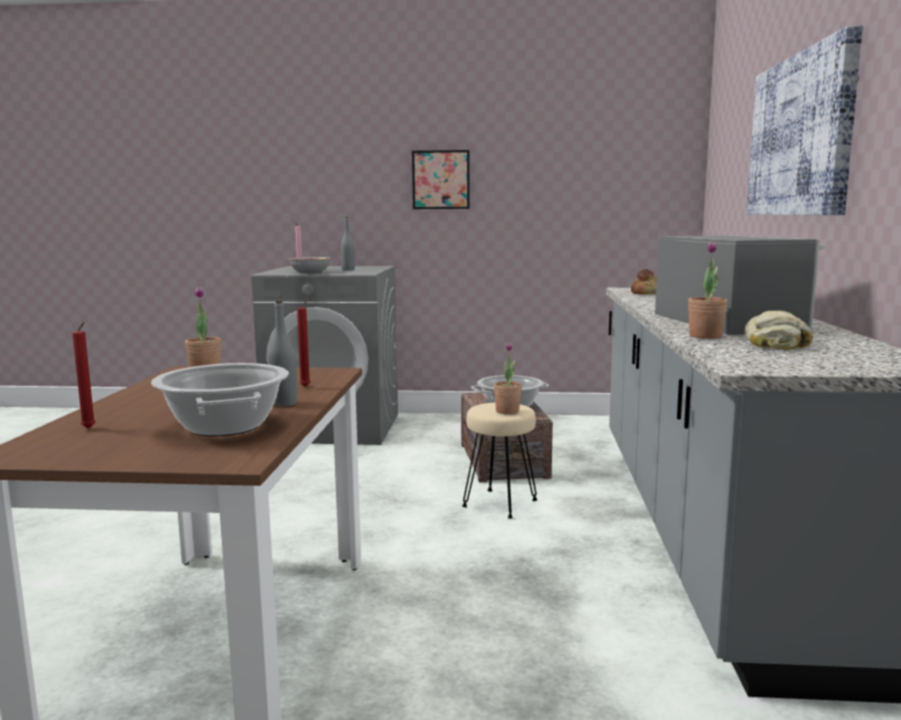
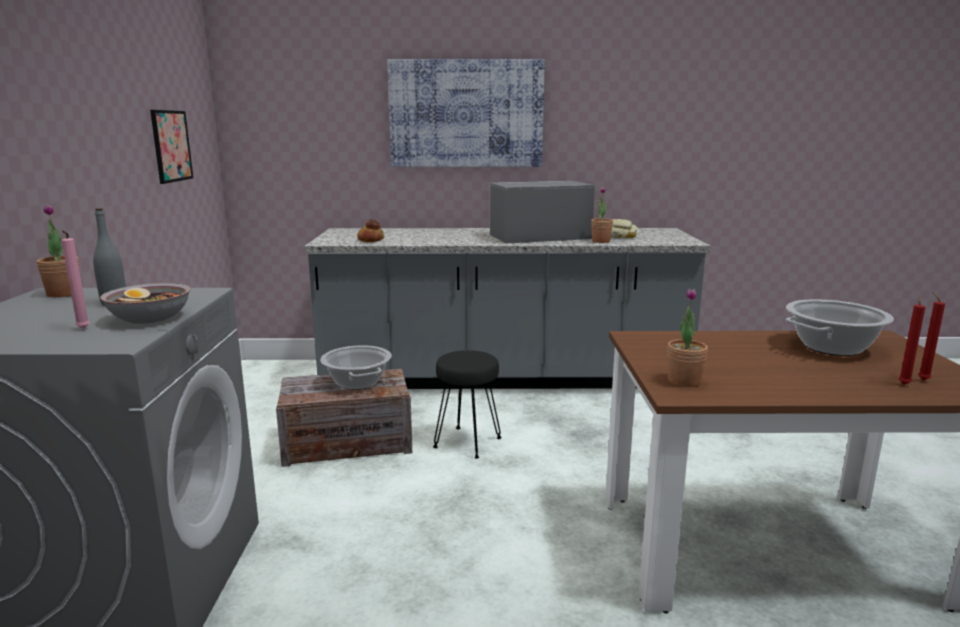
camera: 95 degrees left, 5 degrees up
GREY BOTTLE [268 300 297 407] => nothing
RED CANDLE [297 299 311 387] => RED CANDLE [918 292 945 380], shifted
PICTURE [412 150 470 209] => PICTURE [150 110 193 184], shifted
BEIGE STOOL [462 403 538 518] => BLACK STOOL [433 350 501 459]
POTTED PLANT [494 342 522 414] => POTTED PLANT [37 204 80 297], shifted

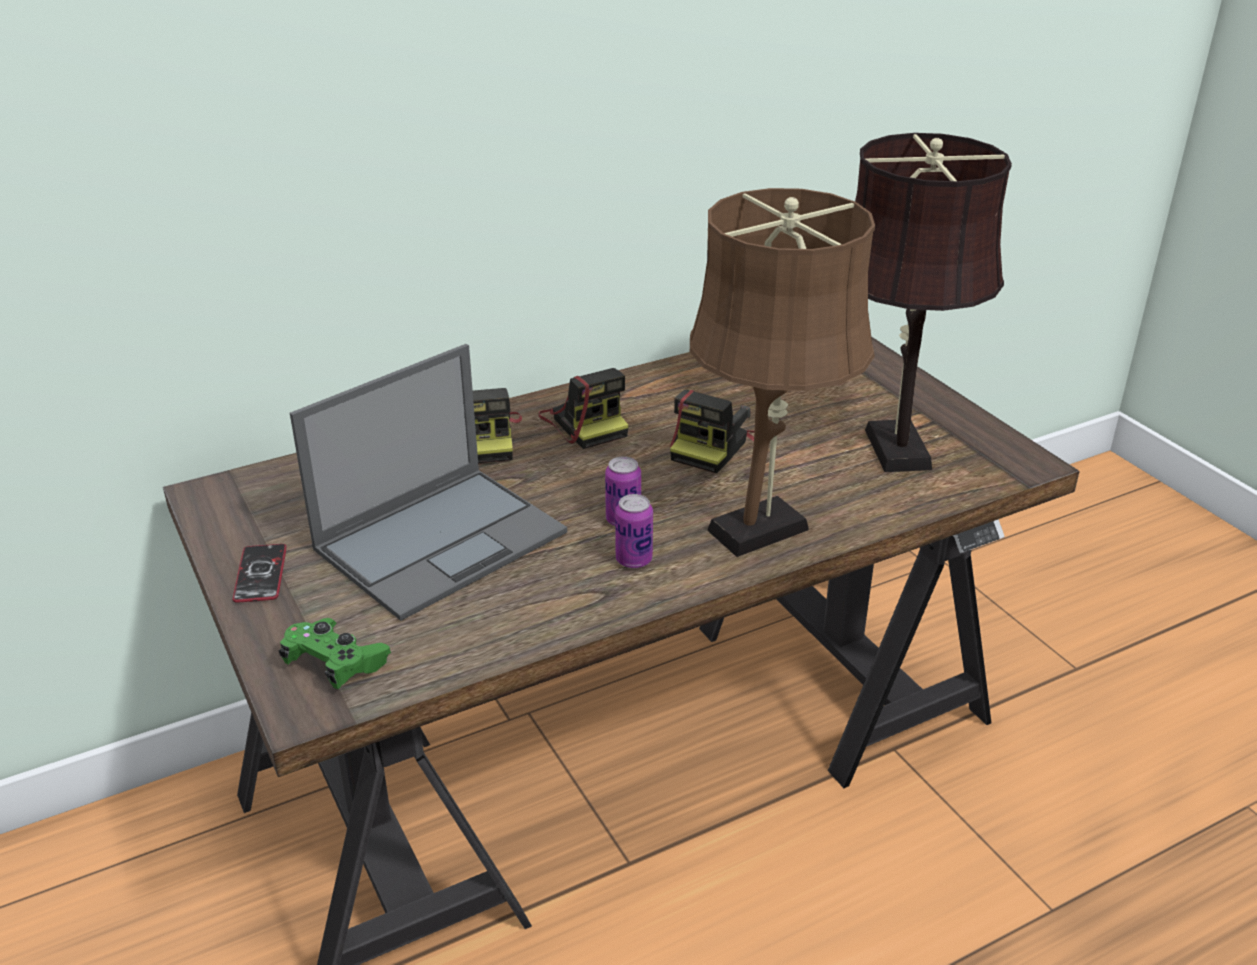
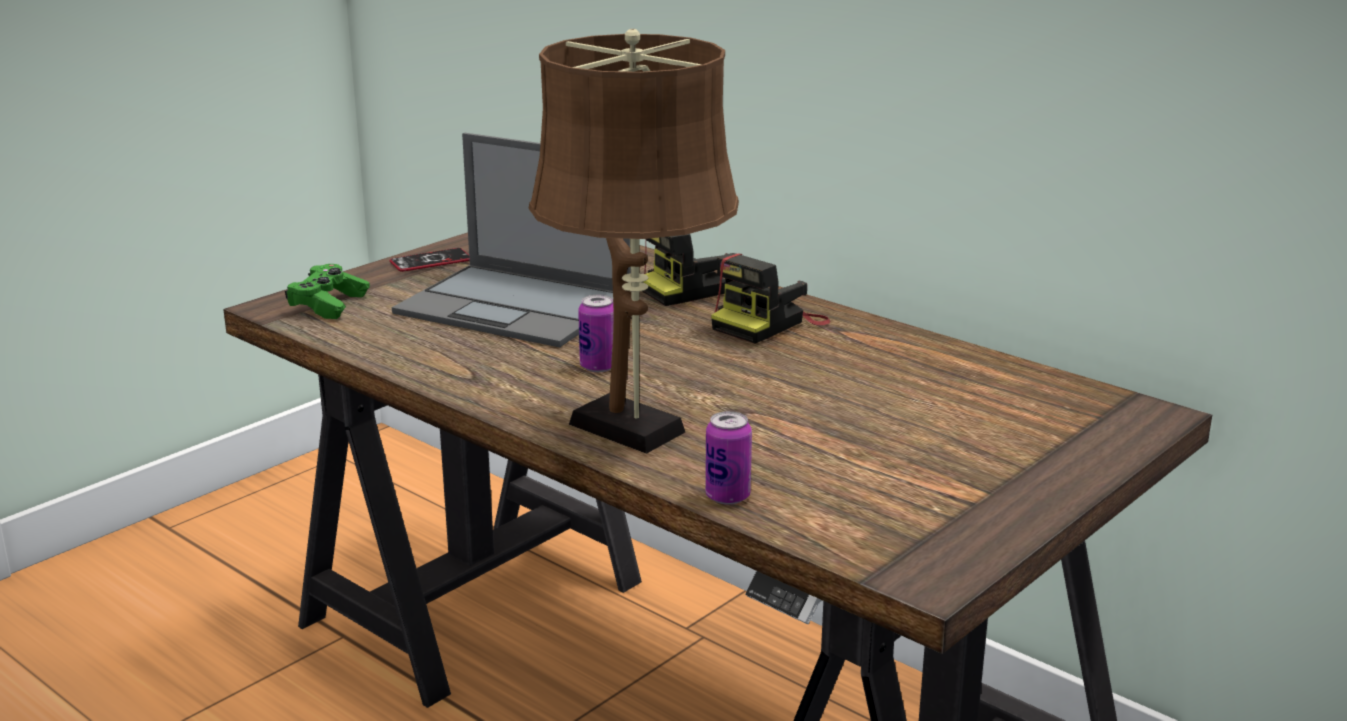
camera: 70 degrees right, 10 degrees down
CAN [615 494 653 568] => CAN [705 411 752 505], shifted
PHOTO CAMERA [670 390 755 473] => nothing
BROWN TABLE LAMP [855 133 1012 472] => nothing

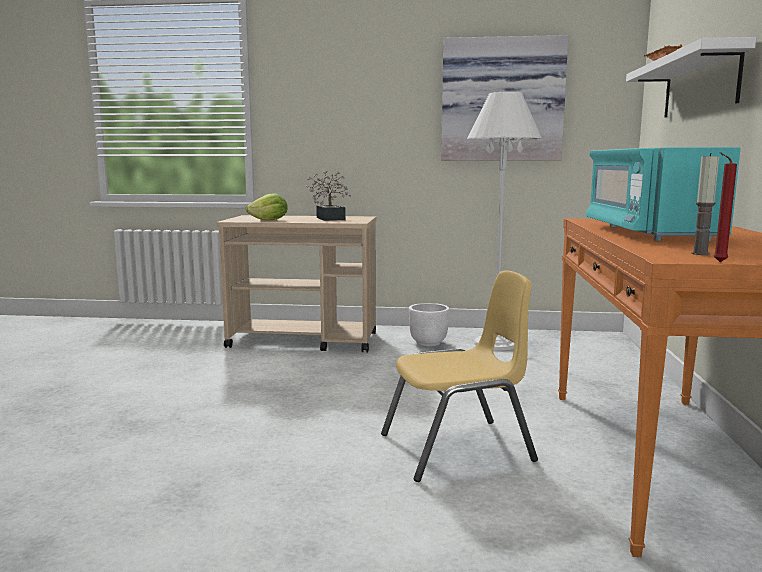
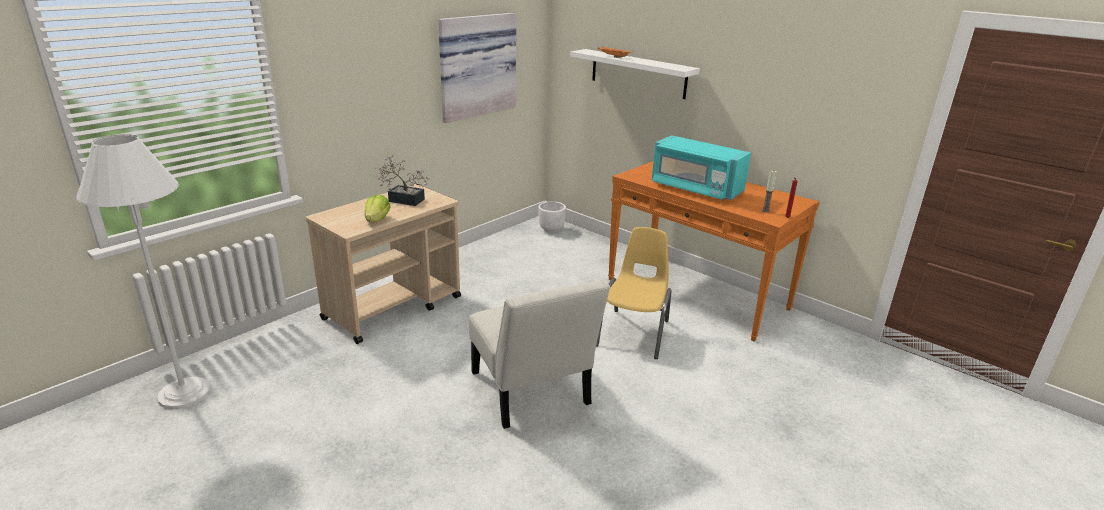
camera: 55 degrees left, 15 degrees up
WHITE PLANTER [409 303 449 346] => WHITE PLANTER [538 201 566 233], shifted
WHITE FLOOR LAMP [467 92 542 350] => WHITE FLOOR LAMP [76 134 211 409], shifted
nothing => WHITE CHAIR [469 279 610 429]

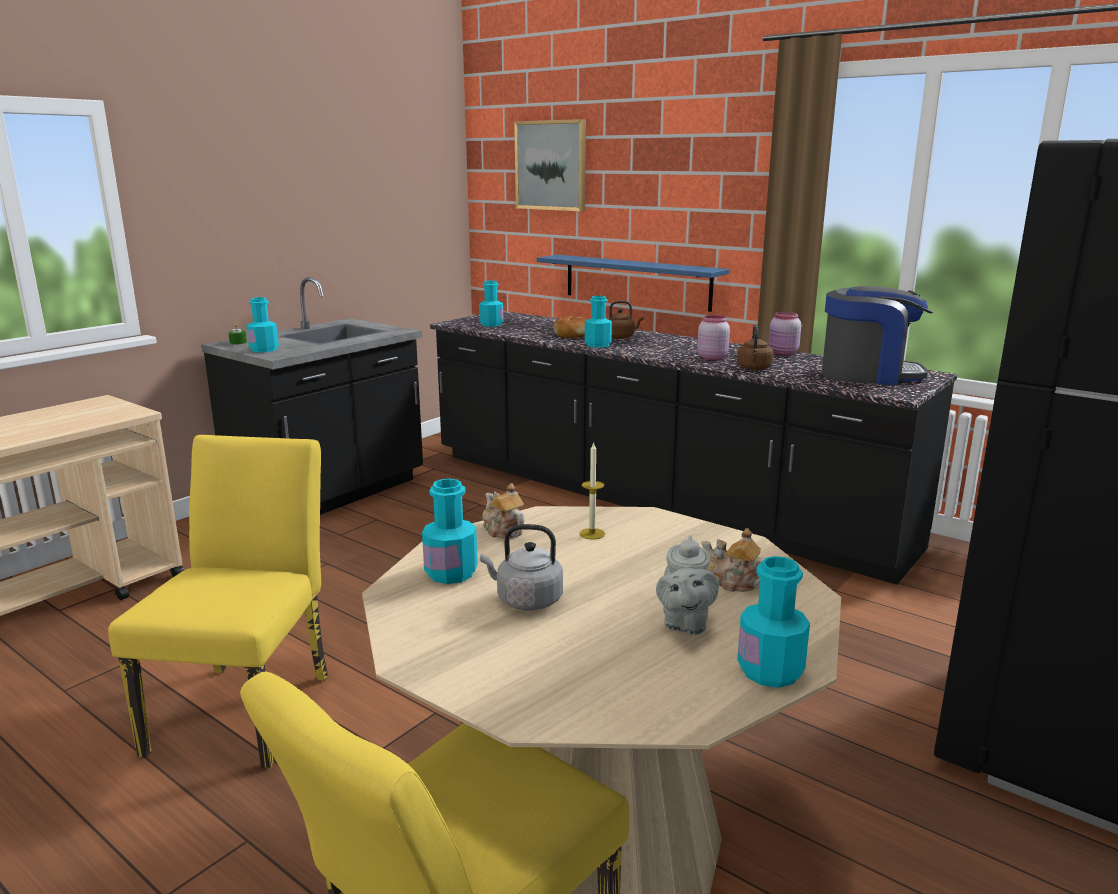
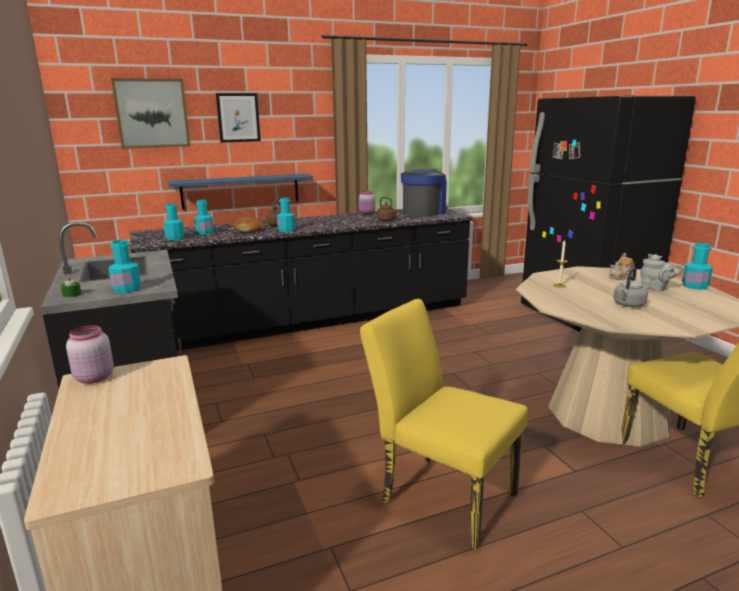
camera: 60 degrees left, 0 degrees up
TURQUOISE BOTTLE [422 479 477 584] => TURQUOISE BOTTLE [194 200 214 235], shifted
TEAPOT [482 483 524 539] => nothing
PINK JAR [697 315 730 360] => PINK JAR [66 325 114 384], shifted
nothing => PICTURE [216 93 261 143]

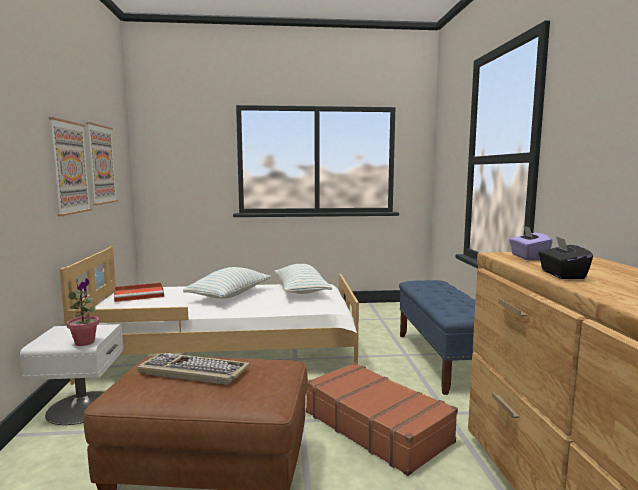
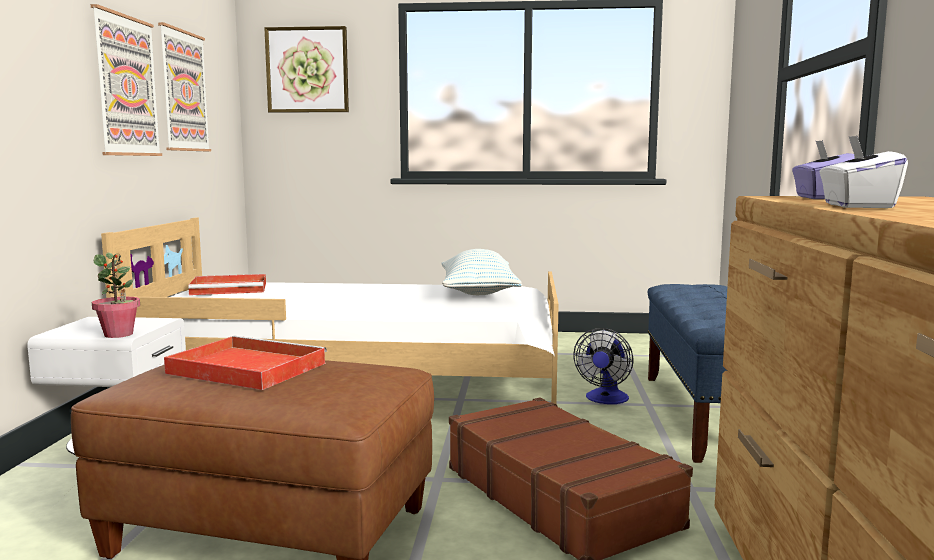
camera: 10 degrees right, 0 degrees up
KEYBOARD [137 353 250 385] => RED TRAY [164 336 327 390]
PILLOW [183 267 271 299] => nothing
BLACK TISSUE BOX [538 236 593 279] => WHITE TISSUE BOX [820 136 908 208]
nothing => PICTURE [264 26 349 113]
nothing => FAN [573 328 634 404]

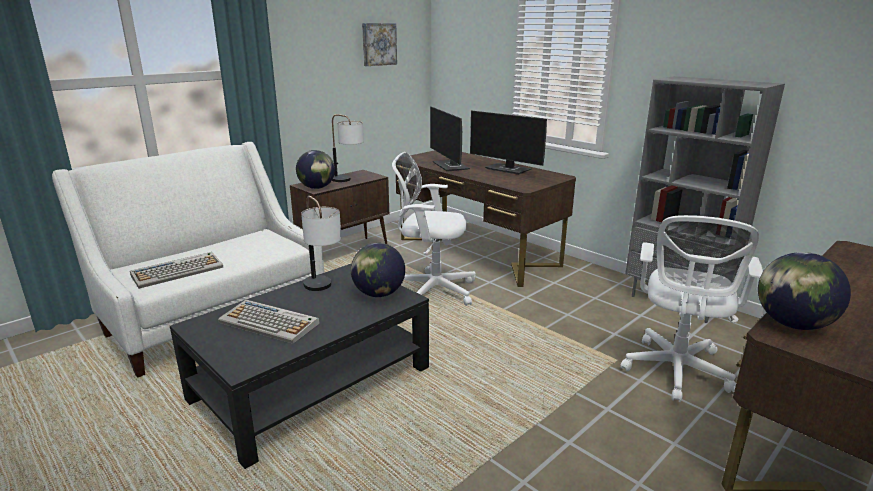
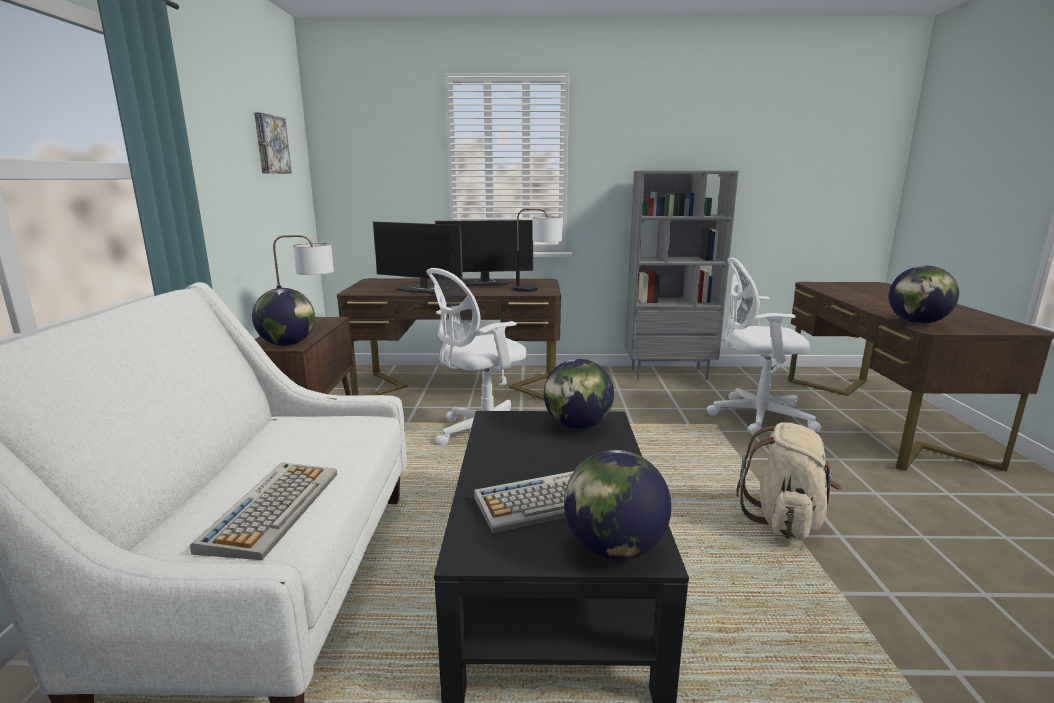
camera: 45 degrees left, 5 degrees down
TABLE LAMP [301 196 341 291] => TABLE LAMP [513 208 563 292], shifted
WHITE OFFICE CHAIR [620 215 763 402] => WHITE OFFICE CHAIR [707 258 821 435], 120 degrees clockwise
nothing => GLOBE [564 450 671 560]
nothing => BEIGE BACKPACK [736 422 842 540]

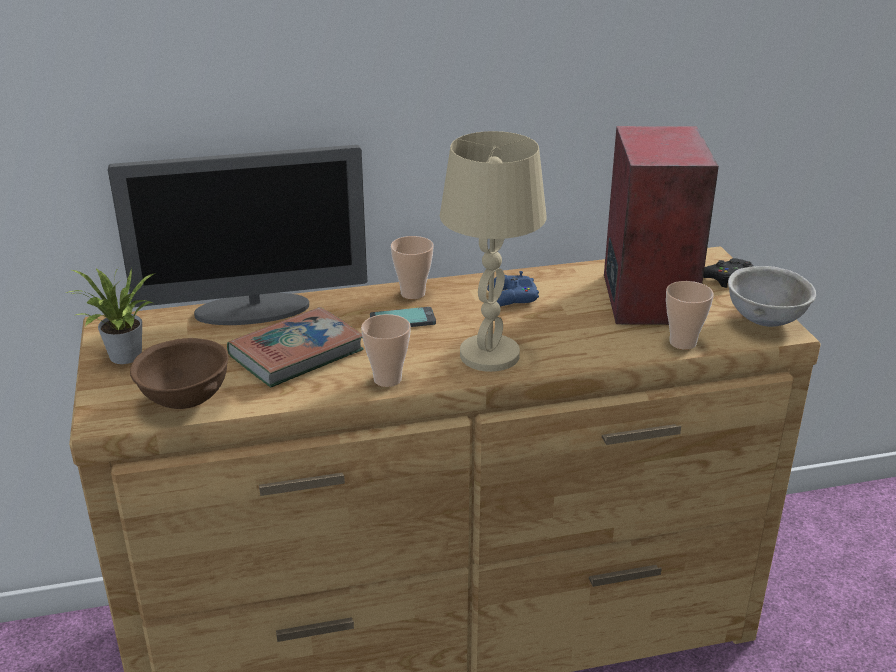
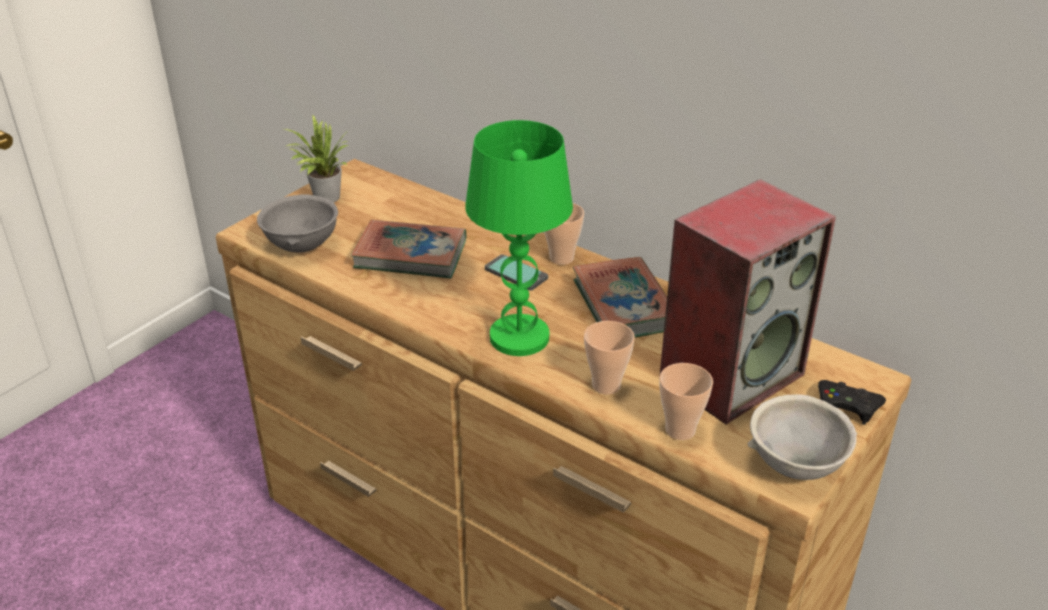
camera: 50 degrees right, 5 degrees up
MONITOR [108 145 367 325] => nothing
BROWN BOWL [130 338 228 409] => GREY BOWL [257 194 338 253]
CUP [361 314 411 387] => CUP [584 321 635 394], shifted
BEIGE TABLE LAMP [440 131 546 372] => GREEN TABLE LAMP [465 120 573 356]
BLUE GAME CONTROLLER [487 271 539 306] => BOOK [573 257 667 337]

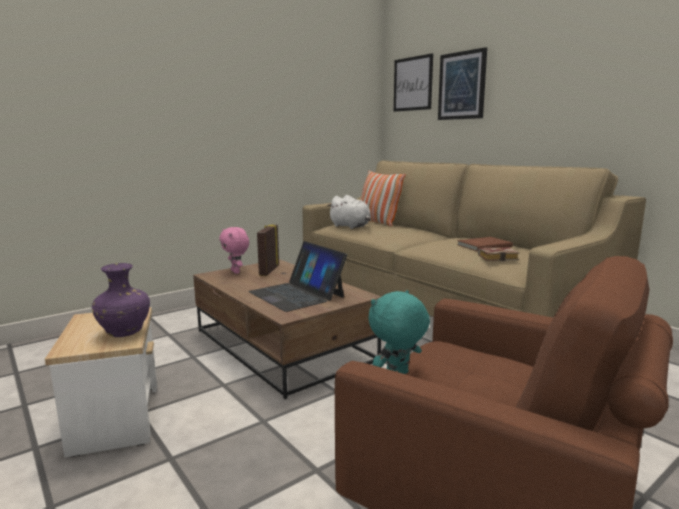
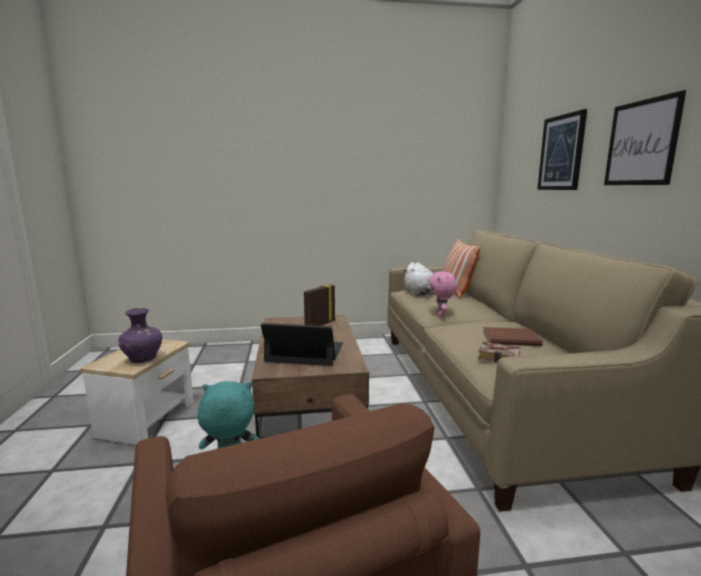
camera: 30 degrees right, 0 degrees up
PINK PLUSH TOY [219 227 249 274] => PINK PLUSH TOY [429 271 457 316], shifted
LAPTOP [248 241 347 312] => LAPTOP [261 323 343 366], 105 degrees clockwise
PICTURE [394 53 433 112] => PICTURE [604 90 686 185], shifted

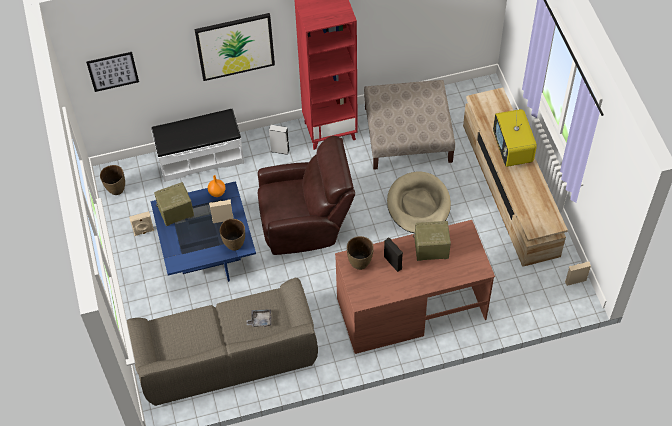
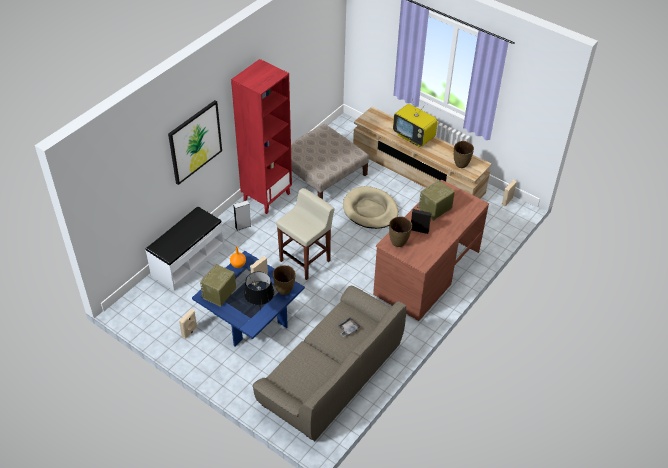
camera: 40 degrees left, 10 degrees down
PICTURE [86 52 139 92] => nothing
BROWN VASE [100 165 125 195] => BROWN VASE [454 141 474 168], shifted
BROWN ARMCHAIR [258 136 355 255] => BEIGE STOOL [276 188 335 280]
nothing => BLACK TABLE LAMP [244 271 274 305]

